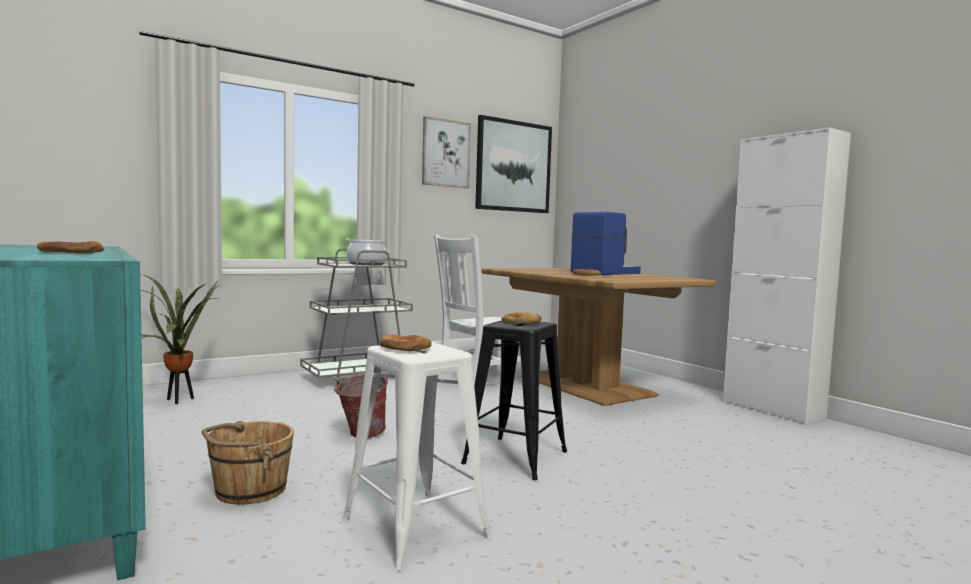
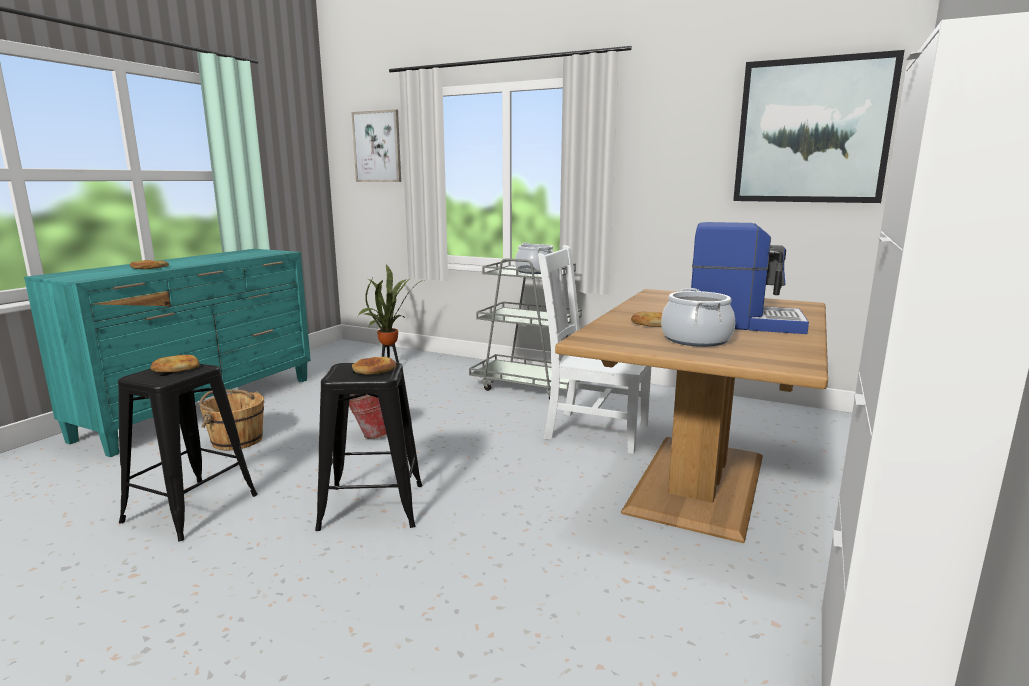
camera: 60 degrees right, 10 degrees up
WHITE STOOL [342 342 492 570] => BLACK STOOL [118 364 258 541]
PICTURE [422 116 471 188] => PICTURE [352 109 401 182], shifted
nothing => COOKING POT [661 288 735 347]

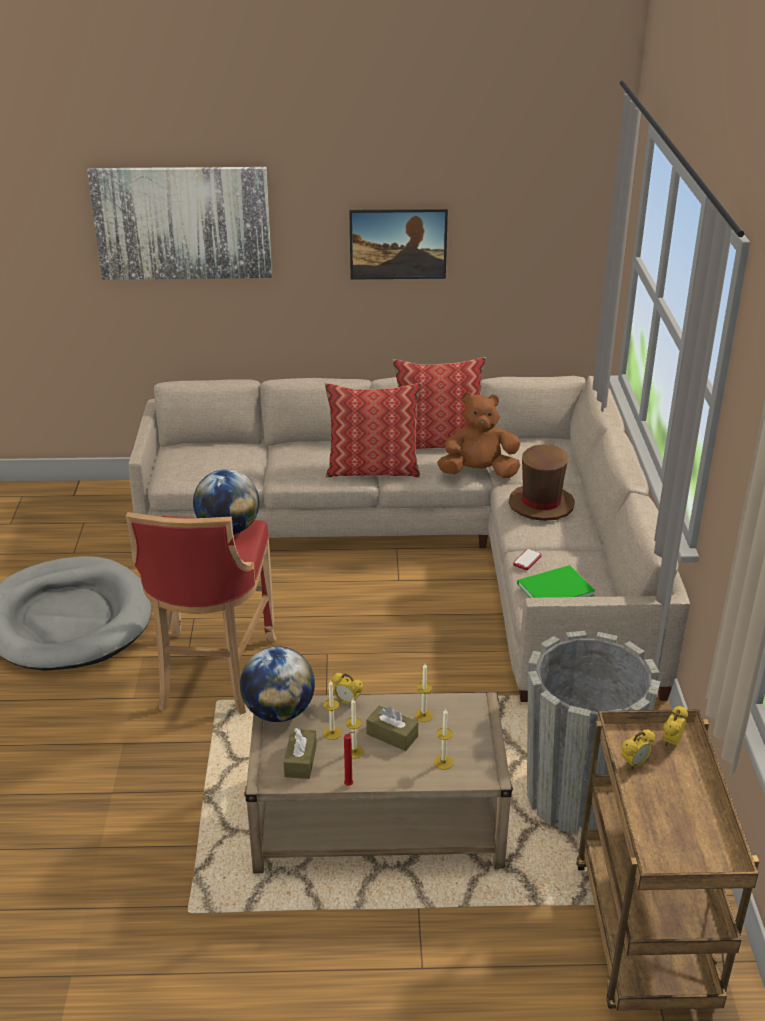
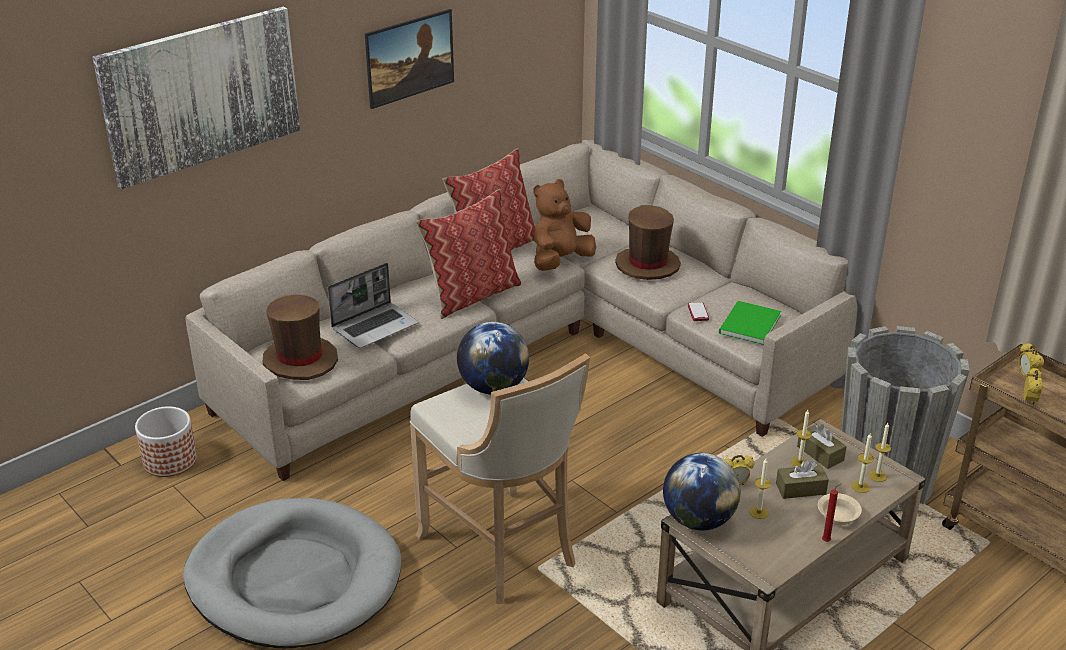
camera: 40 degrees left, 0 degrees up
RED STOOL [126 512 277 715] => BEIGE STOOL [410 353 590 604]
BROWN TISSUE BOX [284 728 317 779] => BROWN TISSUE BOX [797 424 847 469], shifted
CANDLE [345 699 364 759] => CANDLE [869 423 891 482], shifted
nothing => PLANTER [135 406 197 477]
nothing => BROWN HAT [263 295 338 380]
nothing => LAPTOP [328 263 418 348]
nothing => BEIGE BOWL [818 493 862 525]

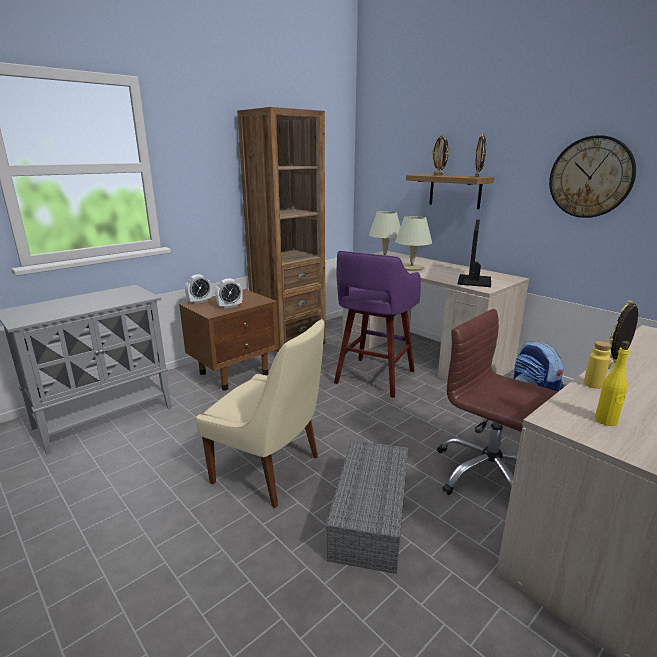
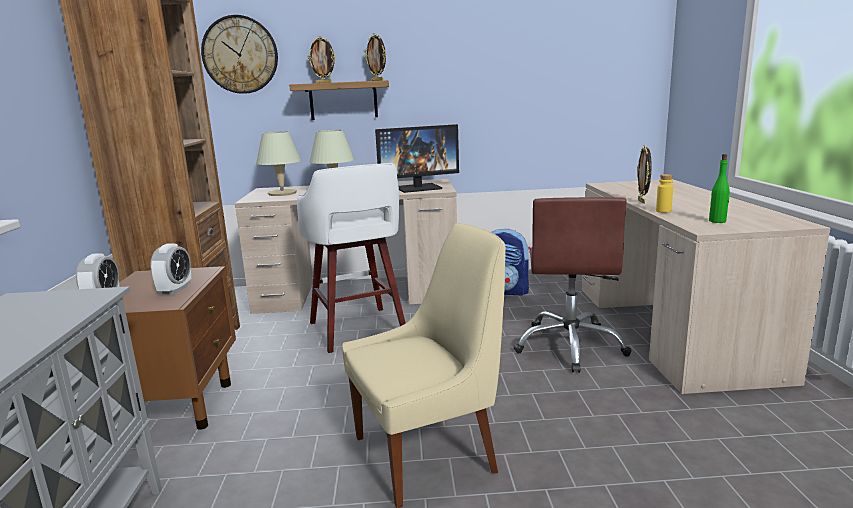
camera: 50 degrees left, 5 degrees down
GREY STORAGE BOX [326 440 408 574] => nothing
PURPLE STOOL [334 251 421 398] => WHITE STOOL [297 163 406 353]
BROWN OFFICE CHAIR [437 309 558 495] => BROWN OFFICE CHAIR [513 197 632 373], 75 degrees counterclockwise
MONITOR [457 220 491 287] => MONITOR [375 124 459 193], 75 degrees counterclockwise
WALL CLOCK [549 135 636 218] => WALL CLOCK [201 15 278 94], shifted
YELLOW BOTTLE [595 341 630 426] => GREEN BOTTLE [709 154 730 223]

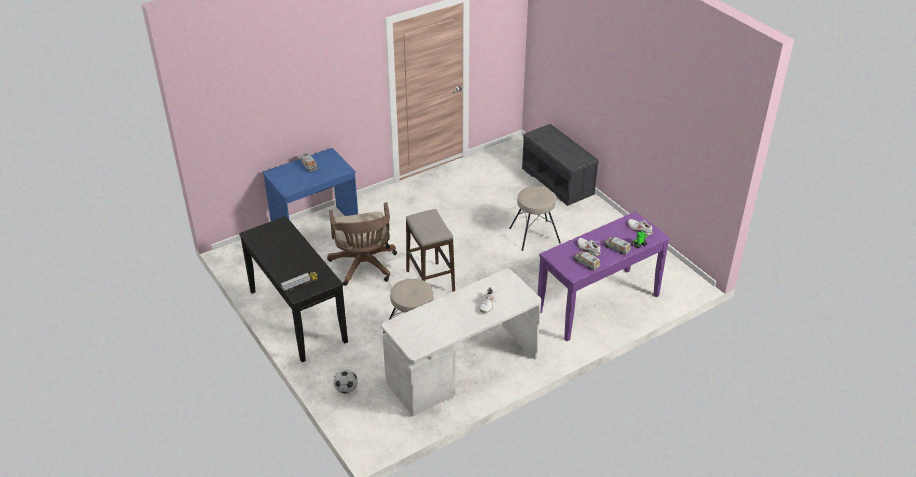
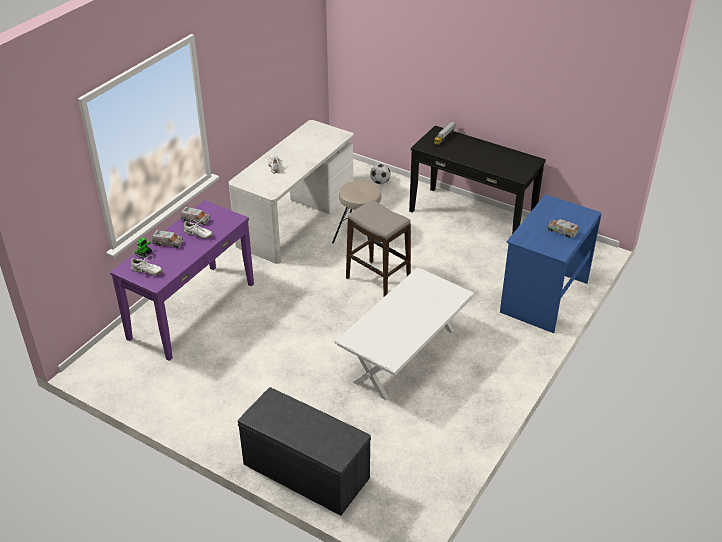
camera: 155 degrees right, 0 degrees up
BROWN OFFICE CHAIR [327 202 397 286] => nothing
BEIGE STOOL [509 186 561 251] => nothing
nothing => WHITE COFFEE TABLE [334 267 475 400]

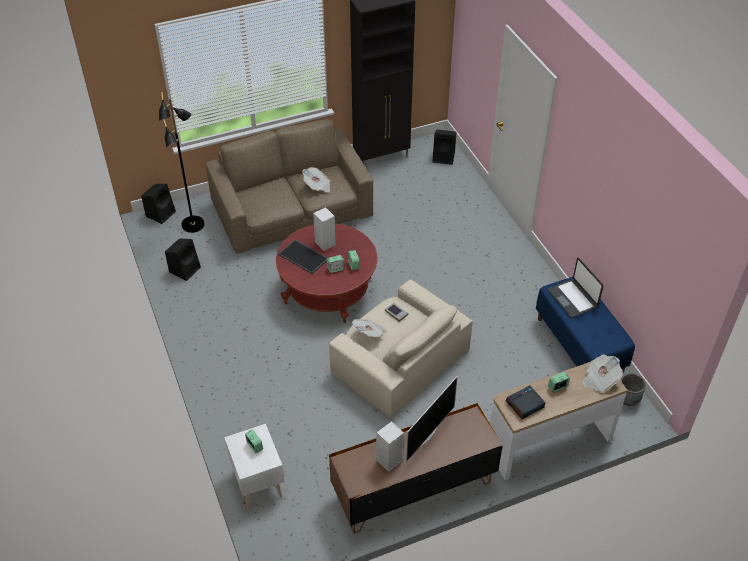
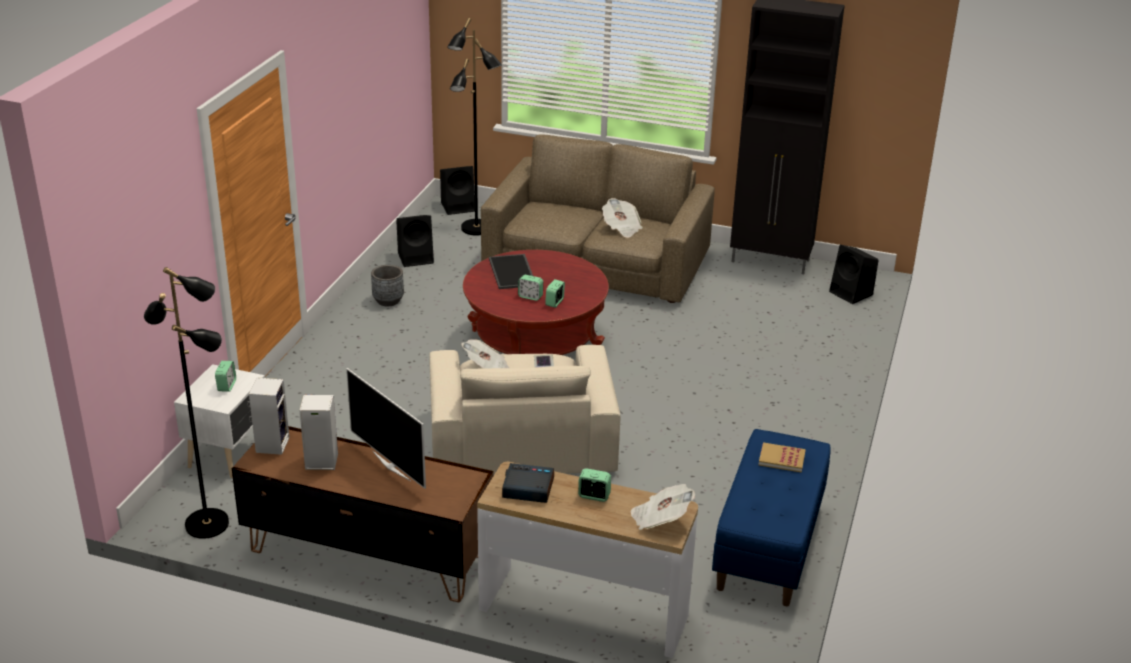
camera: 40 degrees right, 15 degrees down
SPEAKER [313 207 336 251] => SPEAKER [249 378 290 455], shifted
TELEVISION [406 376 458 462] => TELEVISION [346 368 426 489], 60 degrees clockwise
LAPTOP [547 258 603 318] => BOOK [759 442 806 473]
GREY PLANTER [620 373 646 406] => GREY PLANTER [371 265 404 306], shifted
nothing => BLACK FLOOR LAMP [144 267 229 539]

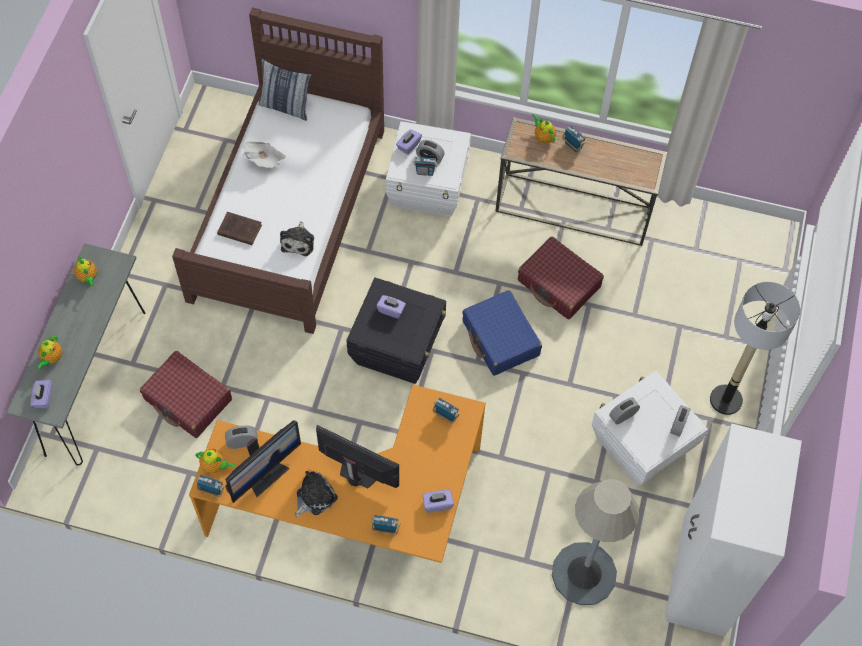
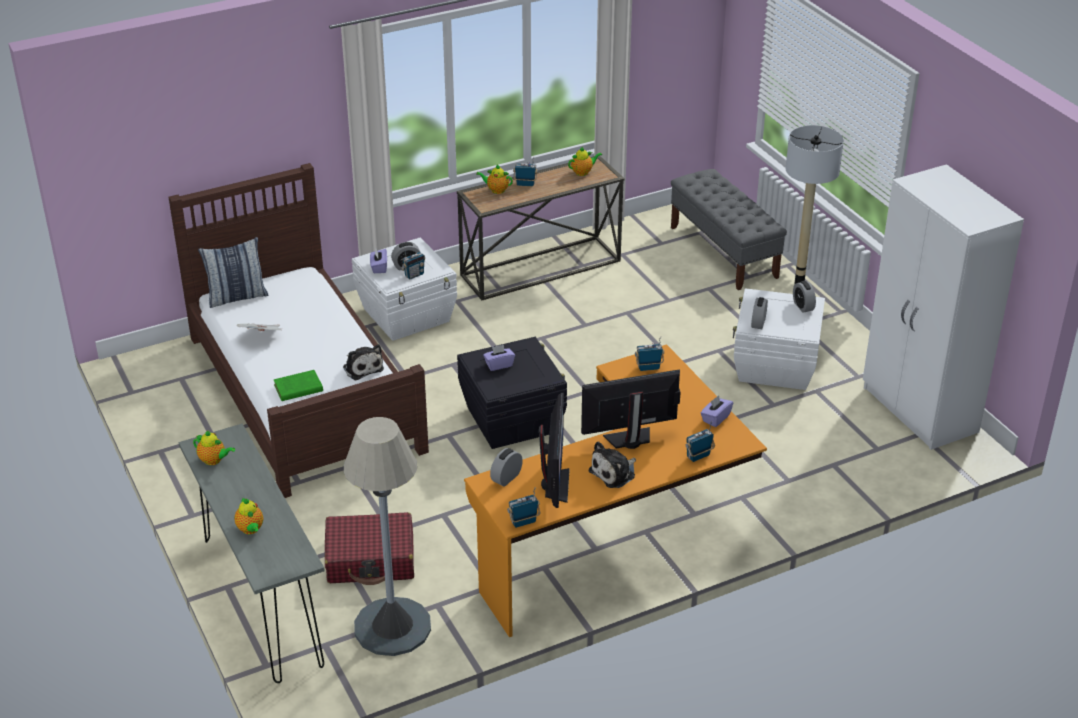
camera: 40 degrees left, 25 degrees down
PURPLE TISSUE BOX [30 380 53 408] => nothing
TEAPOT [195 449 235 473] => TEAPOT [568 147 602 176], shifted
BROWN BOOK [217 212 262 245] => GREEN BOOK [273 370 323 401]
PLUSH TOY [295 471 338 517] => PLUSH TOY [588 441 636 488], 135 degrees counterclockwise
BLUE SUITCASE [462 290 542 376] => nothing
RED SUITCASE [518 237 604 319] => nothing
GREY FLOOR LAMP [552 479 639 605] => GREY FLOOR LAMP [344 417 431 656], shifted
nothing => GREY BENCH [671 169 787 290]

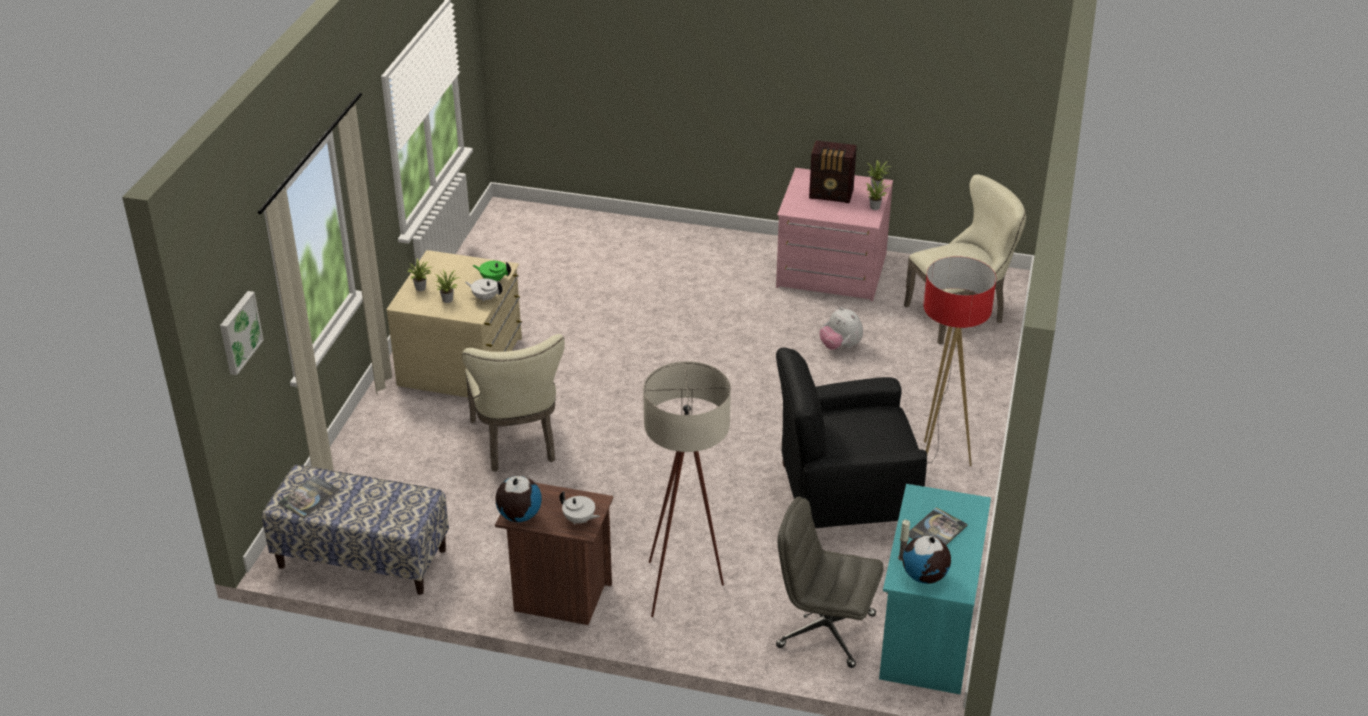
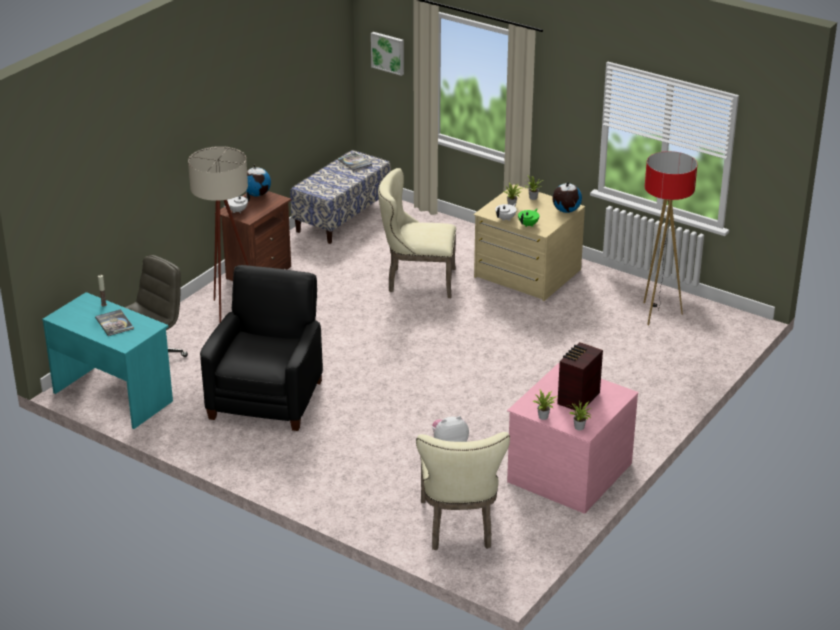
camera: 110 degrees right, 5 degrees down
GLOBE [902 535 951 584] => GLOBE [552 182 582 213], shifted
FLOOR LAMP [923 256 996 467] => FLOOR LAMP [644 151 698 326], shifted

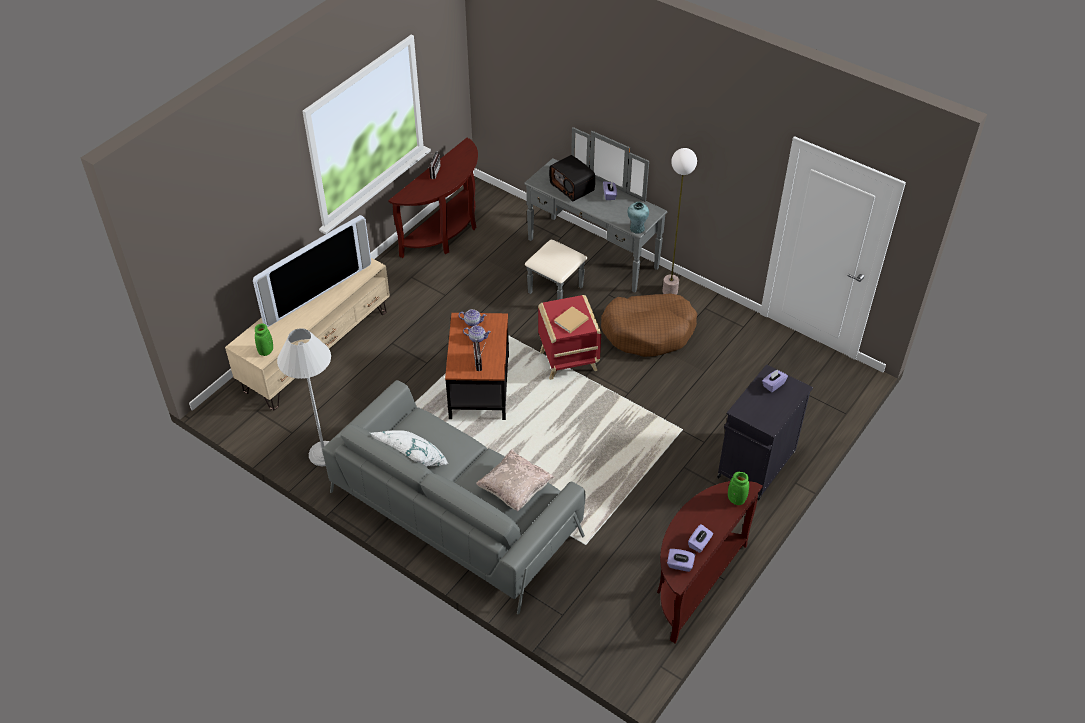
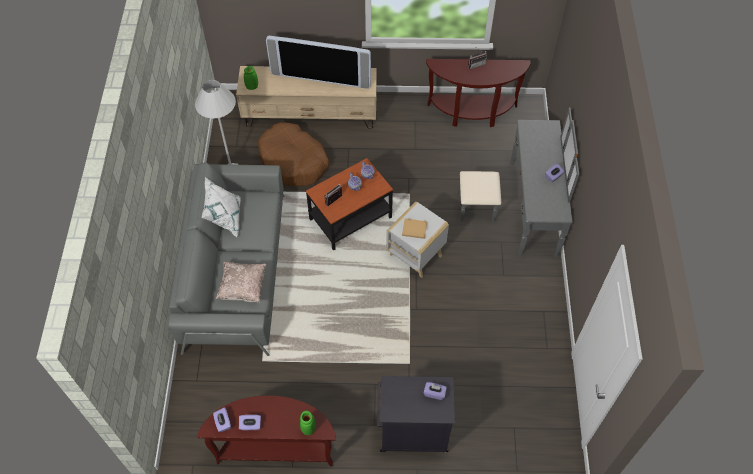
camera: 55 degrees right, 10 degrees up
RED SIDE TABLE [538 295 601 380] => WHITE SIDE TABLE [386 202 449 278]
RADIO [549 155 595 201] => nothing
BROWN DOG BED [601 294 697 357] => BROWN DOG BED [258 123 329 186], shifted
TURQUOISE VASE [628 202 649 234] => nothing
FLOOR LAMP [662 148 697 295] => nothing

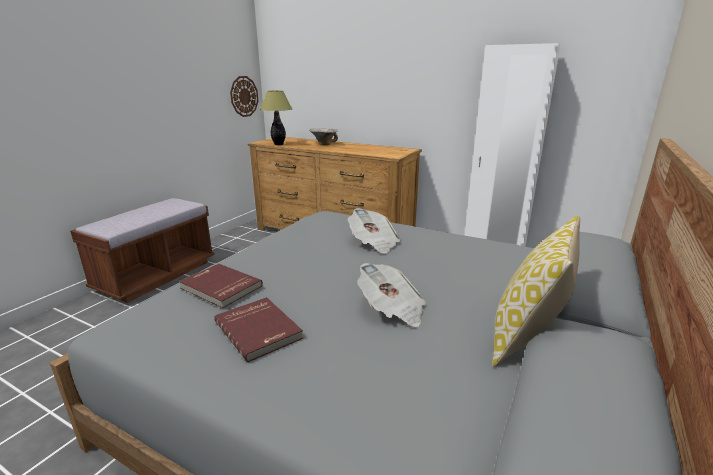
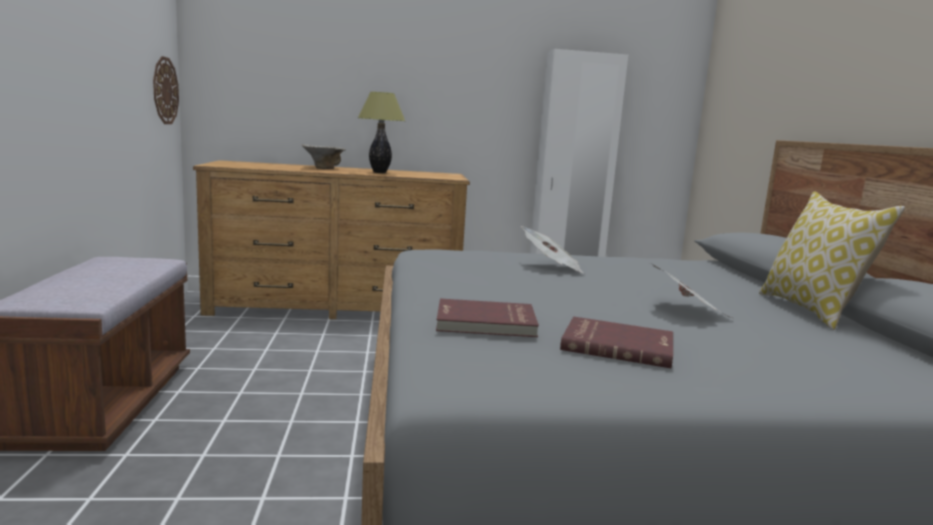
camera: 35 degrees left, 10 degrees down
TABLE LAMP [260 91 292 145] => TABLE LAMP [358 92 405 173], shifted

